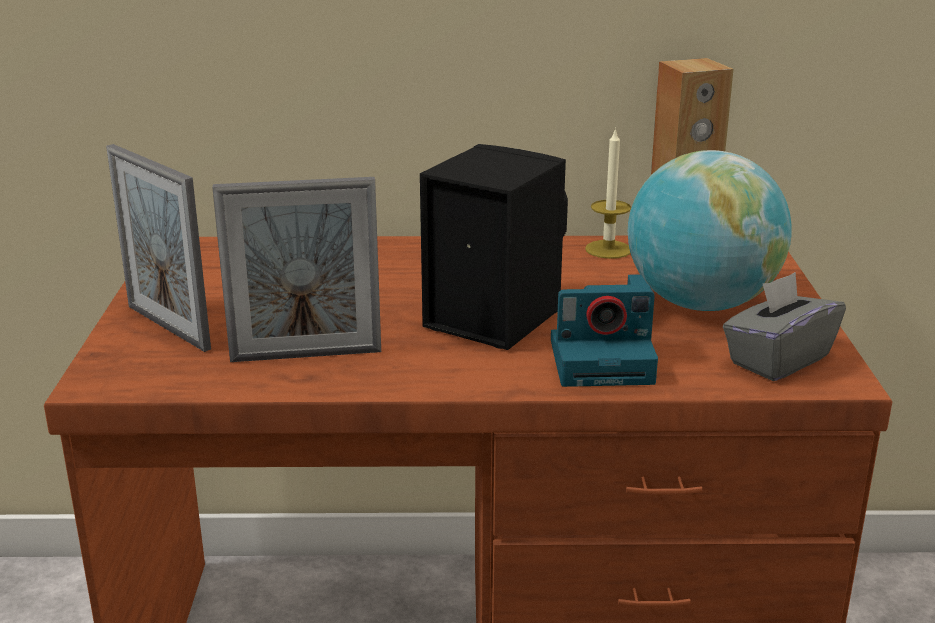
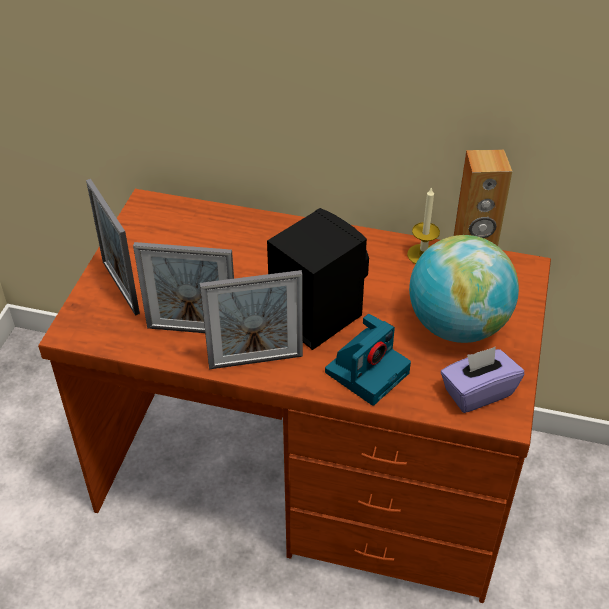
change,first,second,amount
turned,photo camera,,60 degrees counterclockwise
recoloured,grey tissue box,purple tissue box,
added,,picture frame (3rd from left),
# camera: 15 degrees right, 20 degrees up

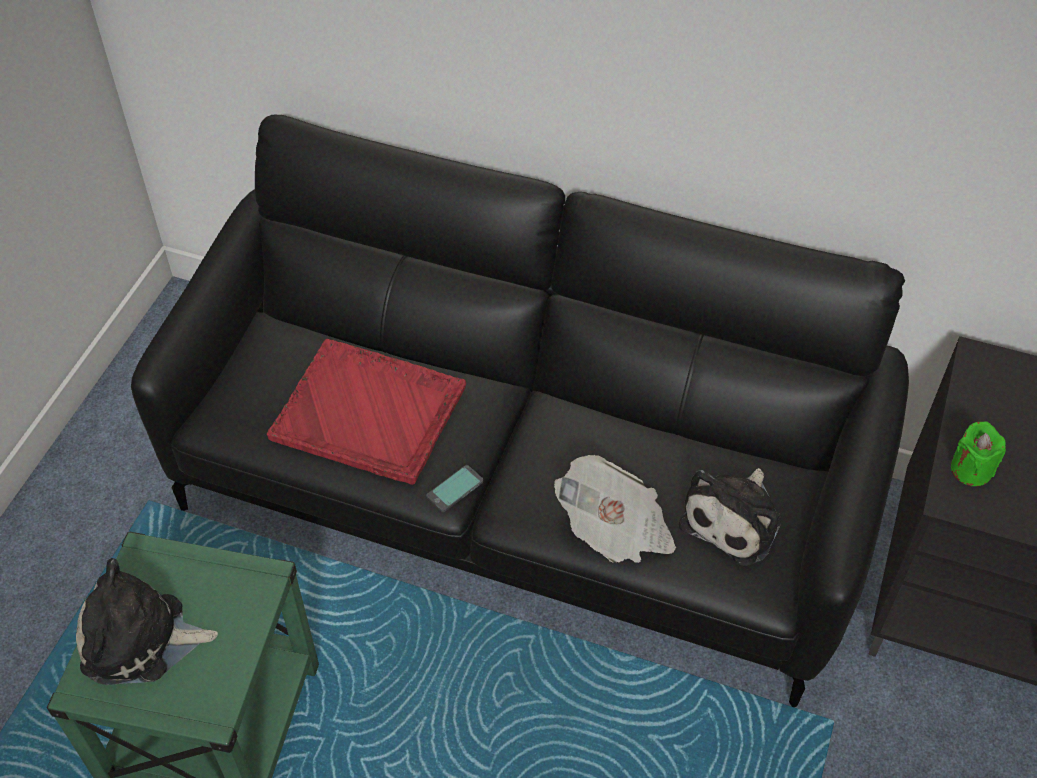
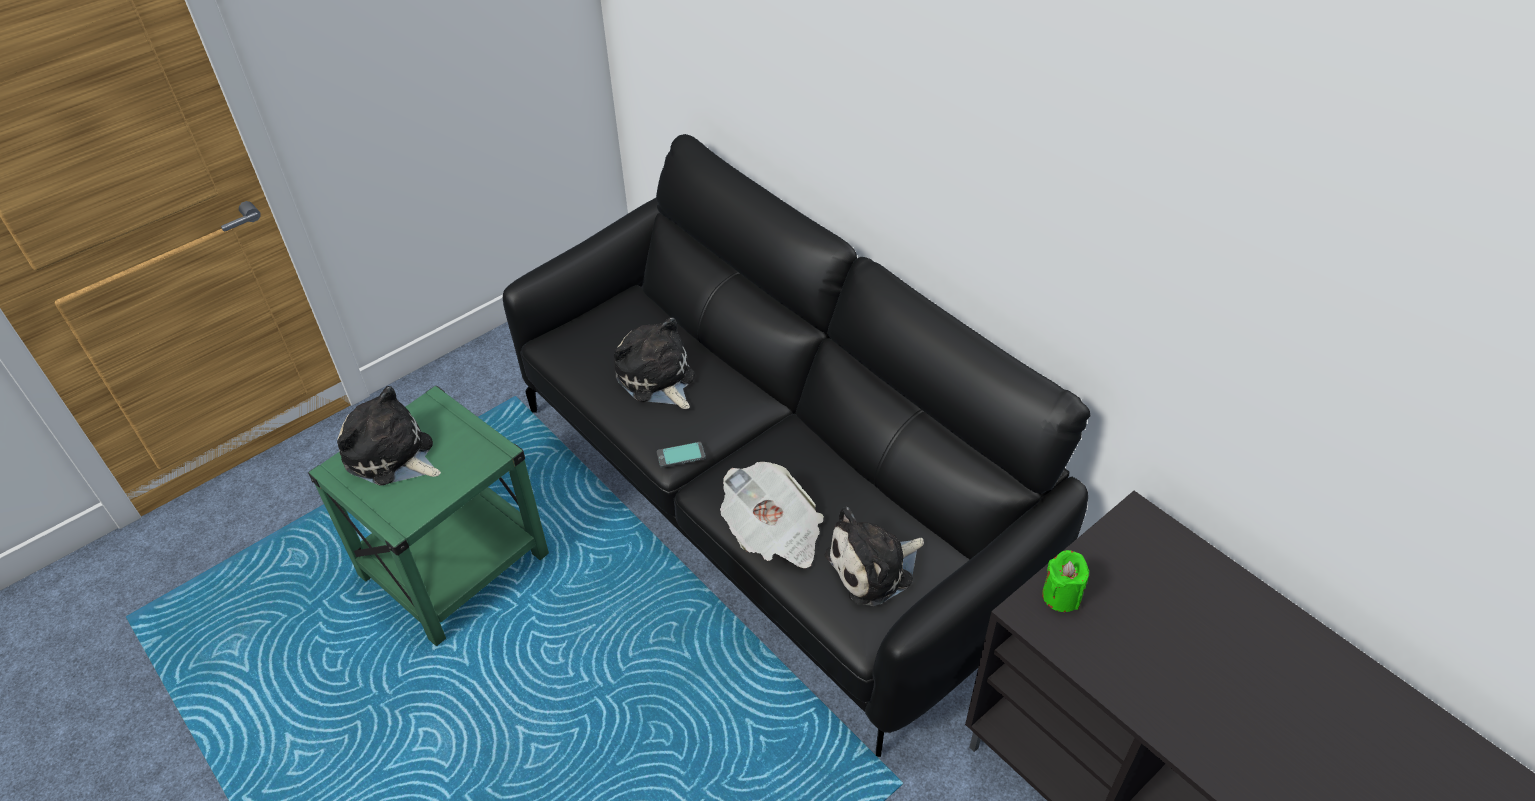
change,first,second,amount
replaced,red tray,plush toy (2nd from left),
# camera: 30 degrees right, 5 degrees down

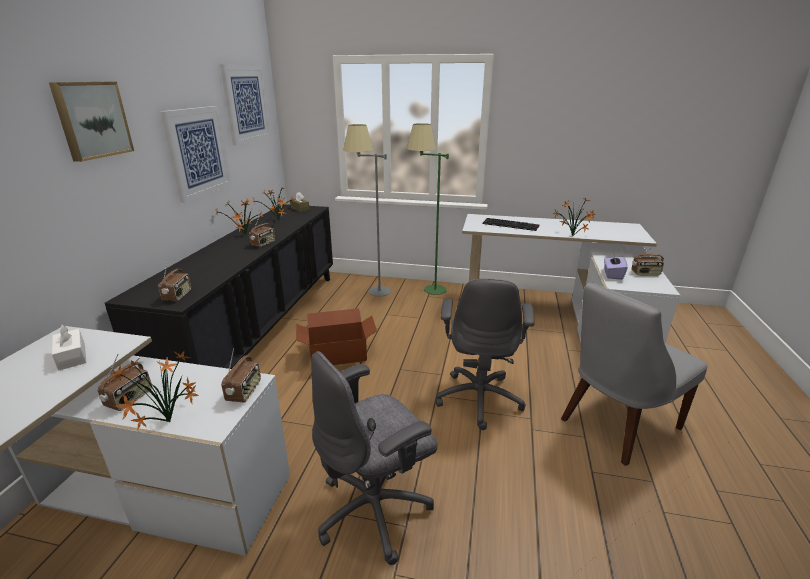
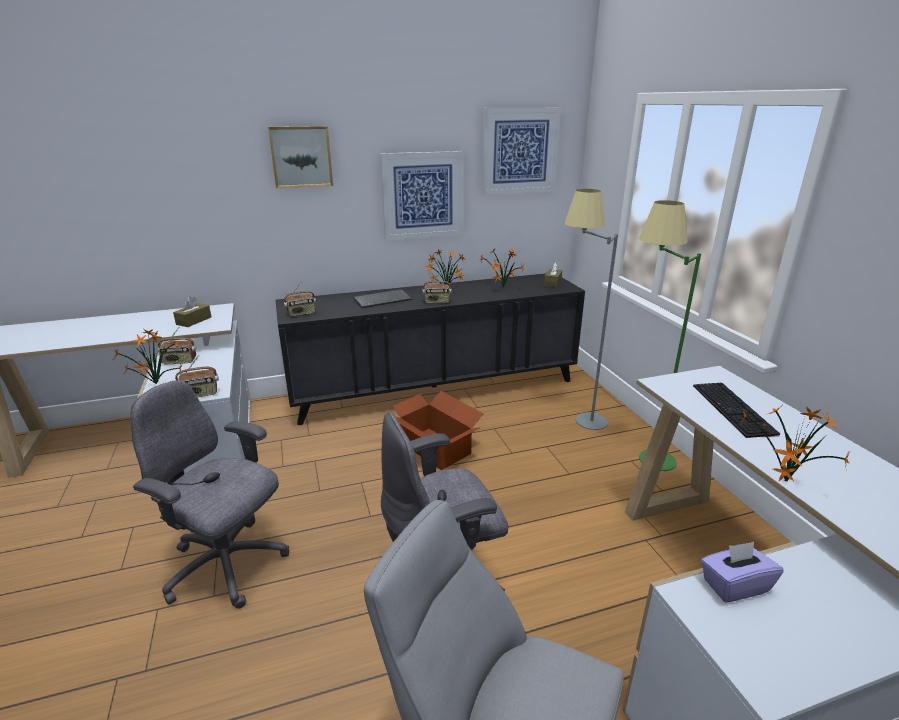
change,first,second,amount
recoloured,white tissue box,brown tissue box (1st from left),
removed,radio (5th from left),,
added,,keyboard (1st from left),
# camera: 60 degrees right, 0 degrees up

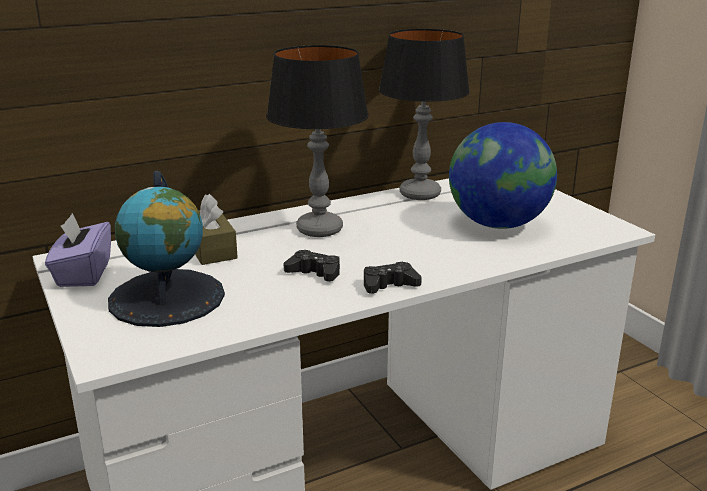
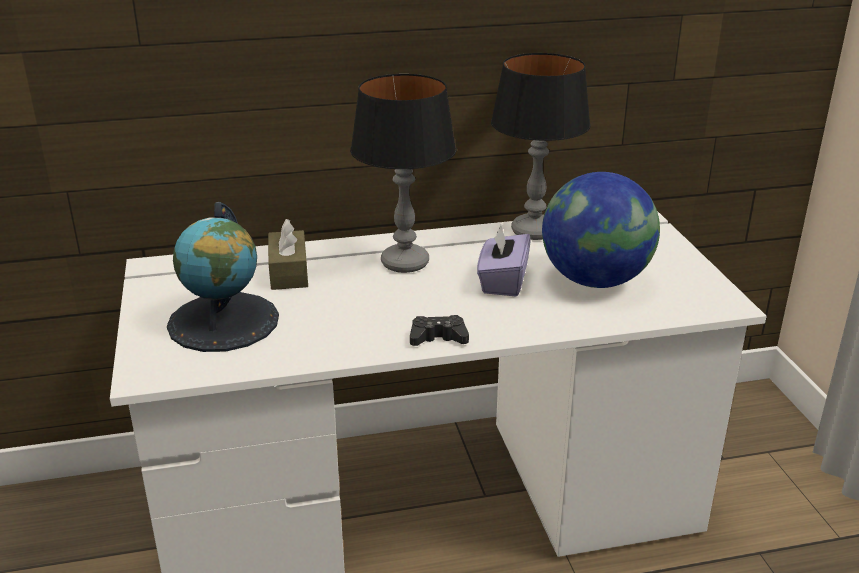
change,first,second,amount
moved,purple tissue box,,
removed,black game controller (1st from left),,
# camera: 15 degrees right, 5 degrees up

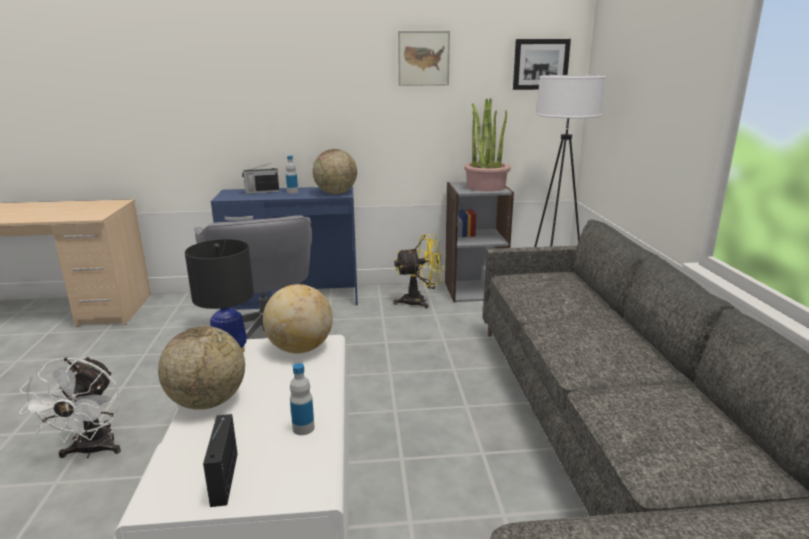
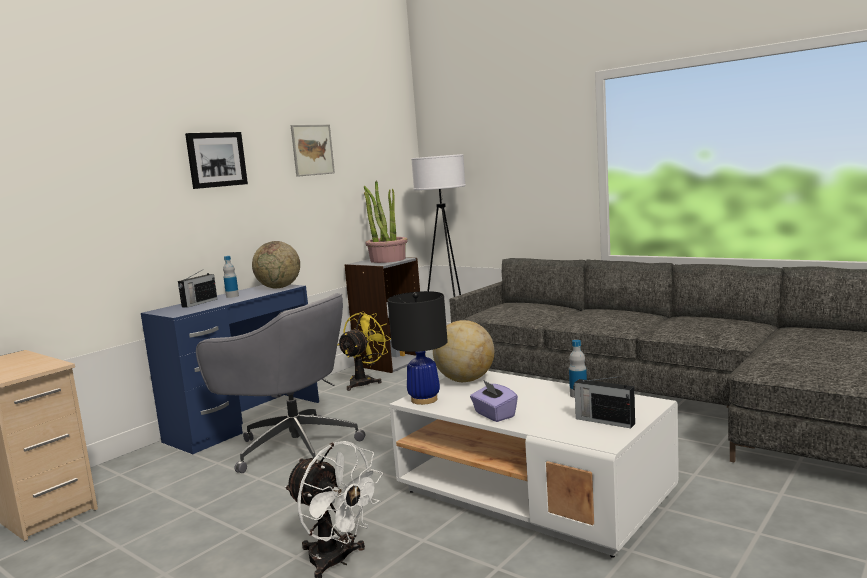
change,first,second,amount
replaced,globe (1st from left),purple tissue box,
moved,picture (2nd from left in the first image),picture (1st from left),
# camera: 45 degrees left, 10 degrees down

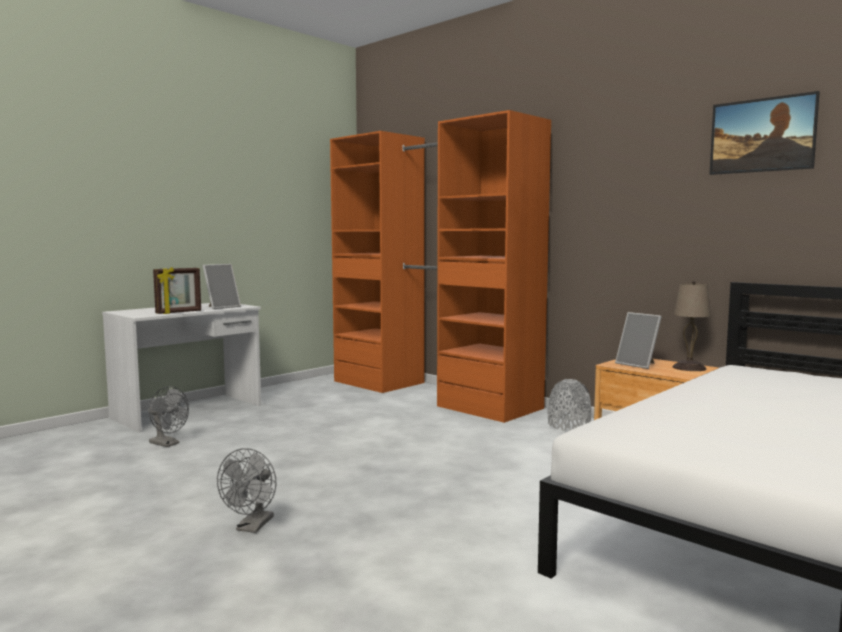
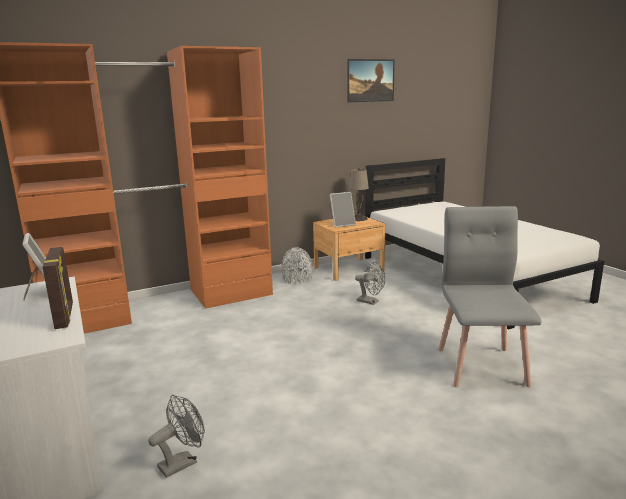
change,first,second,amount
moved,grey fan (2nd from left),,
added,,grey chair,
# camera: 70 degrees left, 10 degrees up

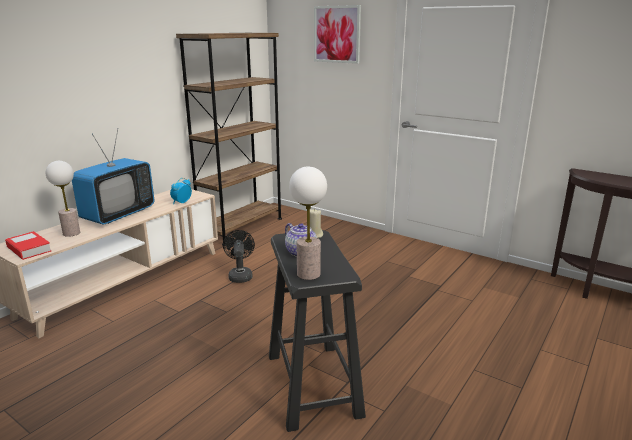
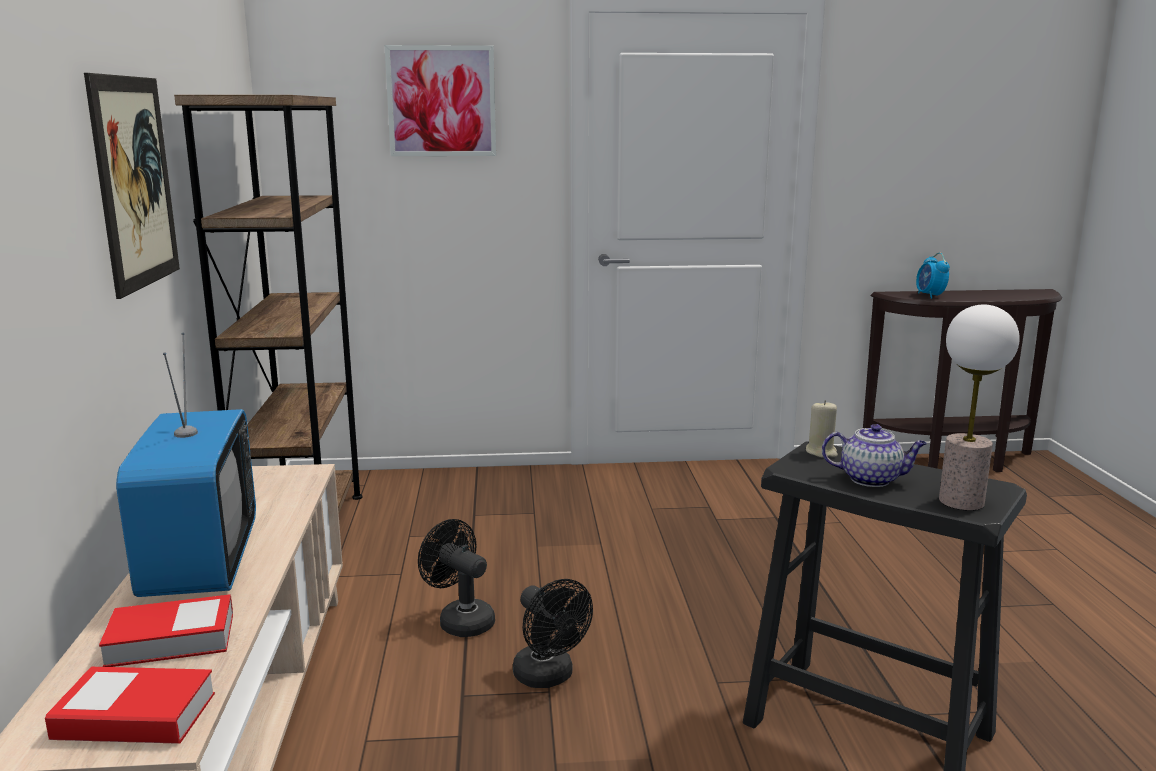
change,first,second,amount
replaced,table lamp (1st from left),book (2nd from left),
moved,alarm clock,,
added,,picture (1st from left),
added,,black fan (2nd from left),
# camera: 40 degrees left, 5 degrees down

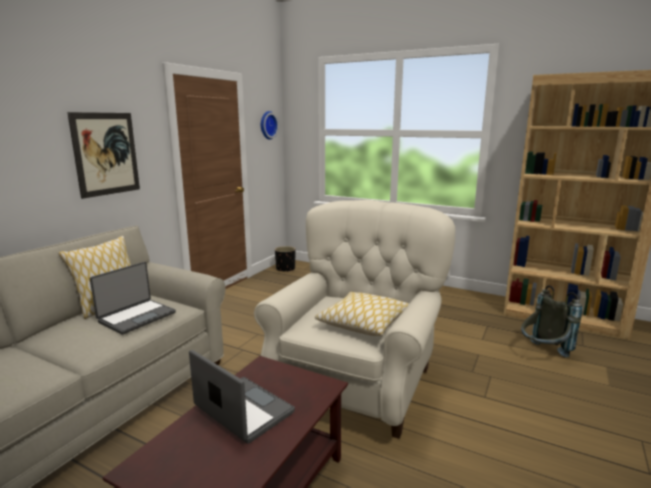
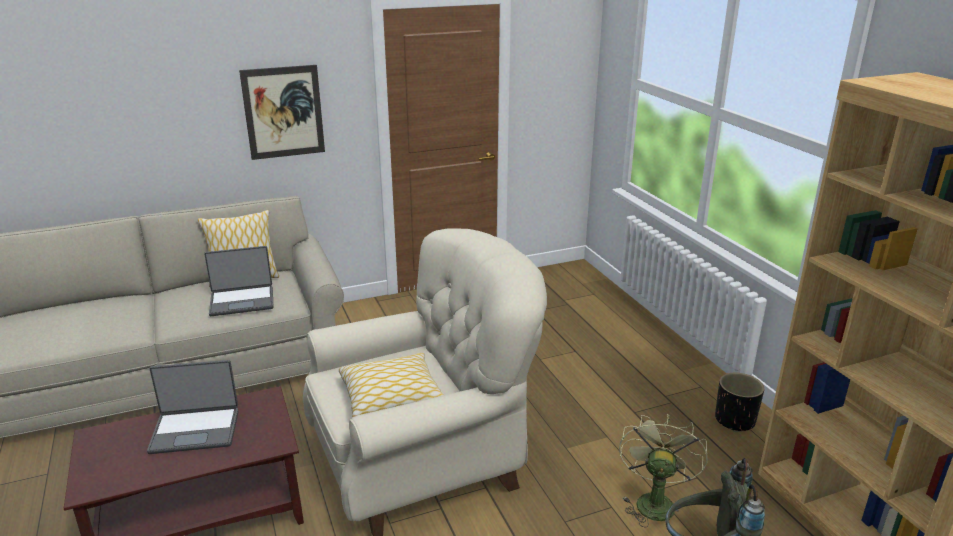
change,first,second,amount
turned,laptop (2nd from left in the first image),laptop (1st from left),90 degrees clockwise
removed,wall clock,,
moved,black planter,,
added,,green fan,
# camera: 40 degrees right, 10 degrees up

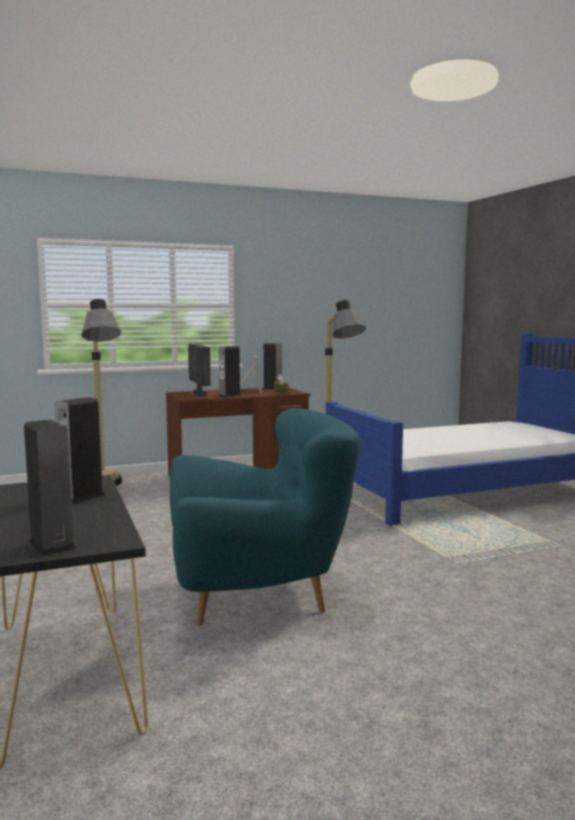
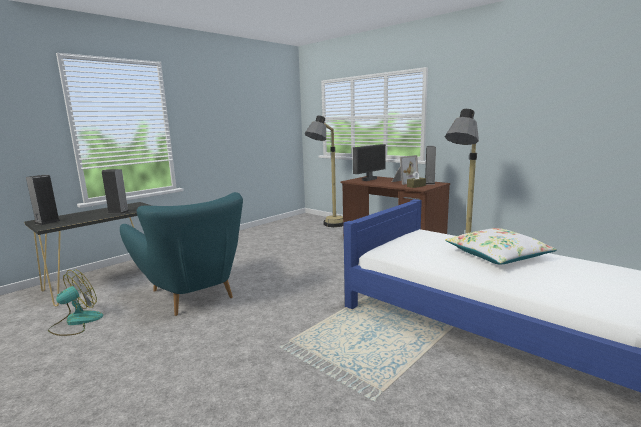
change,first,second,amount
removed,speaker (3rd from left),,
added,,fan,
added,,white pillow,
# camera: 65 degrees right, 5 degrees up

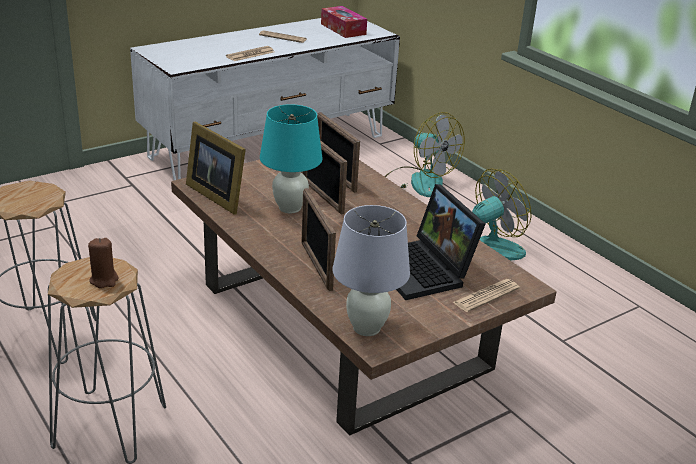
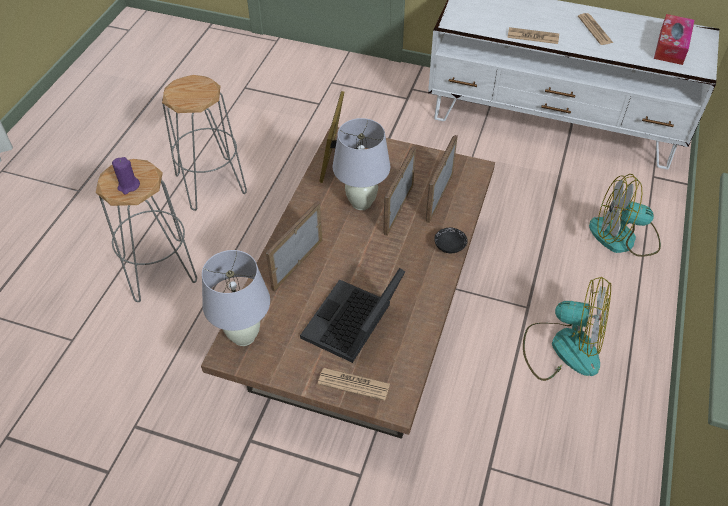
change,first,second,amount
recoloured,brown candle,purple candle,
recoloured,turquoise table lamp,white table lamp (2nd from left),
turned,fan (1st from left in the first image),fan (2nd from left),90 degrees clockwise
added,,black bowl,
# camera: 55 degrees right, 20 degrees up

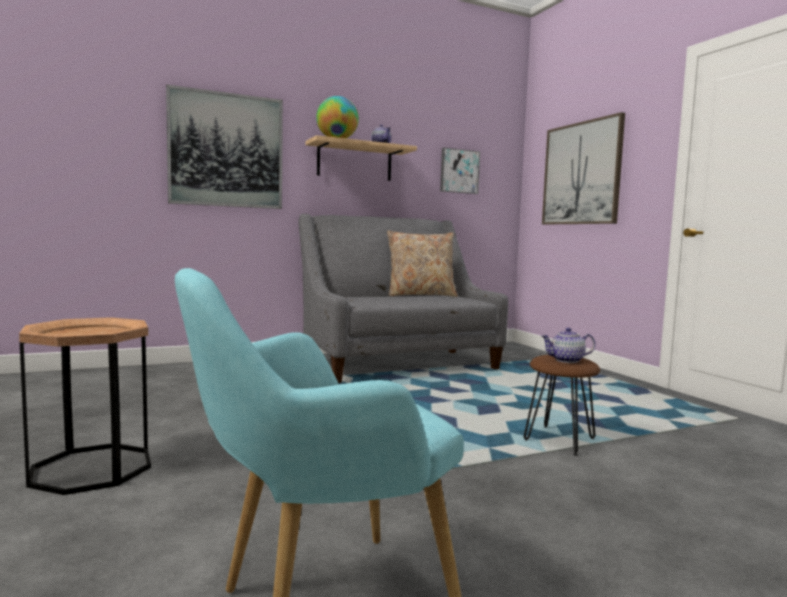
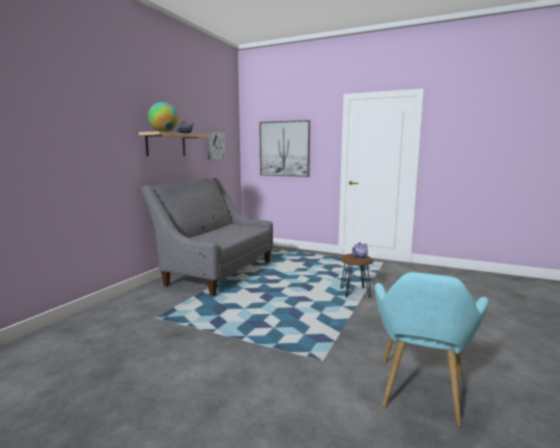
change,first,second,amount
removed,brown side table,,
removed,picture (1st from left),,
removed,beige pillow,,
# camera: 40 degrees left, 5 degrees up

